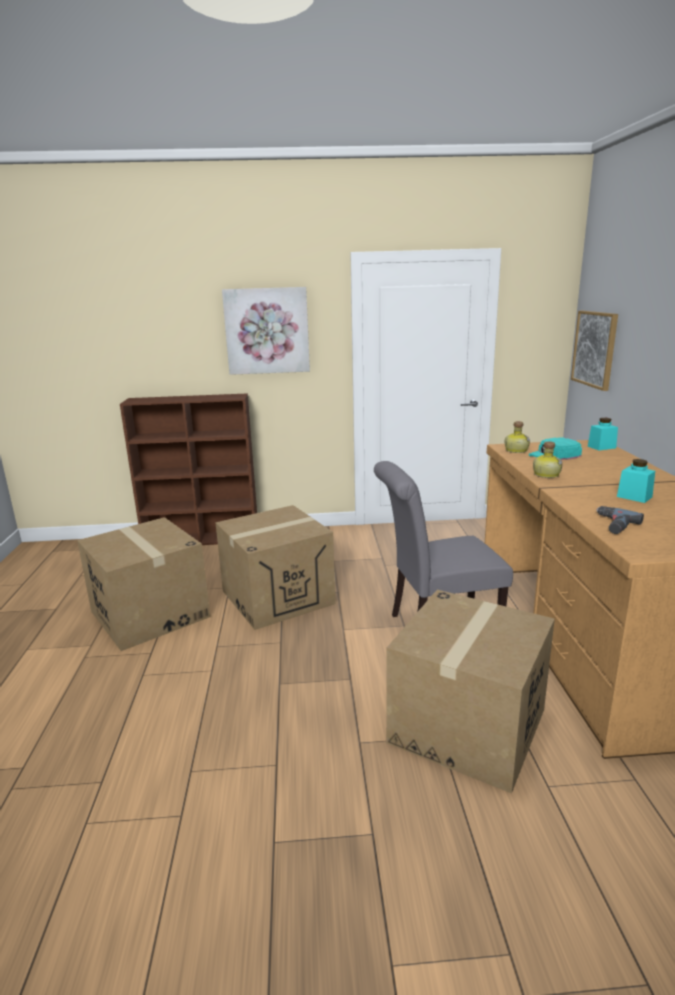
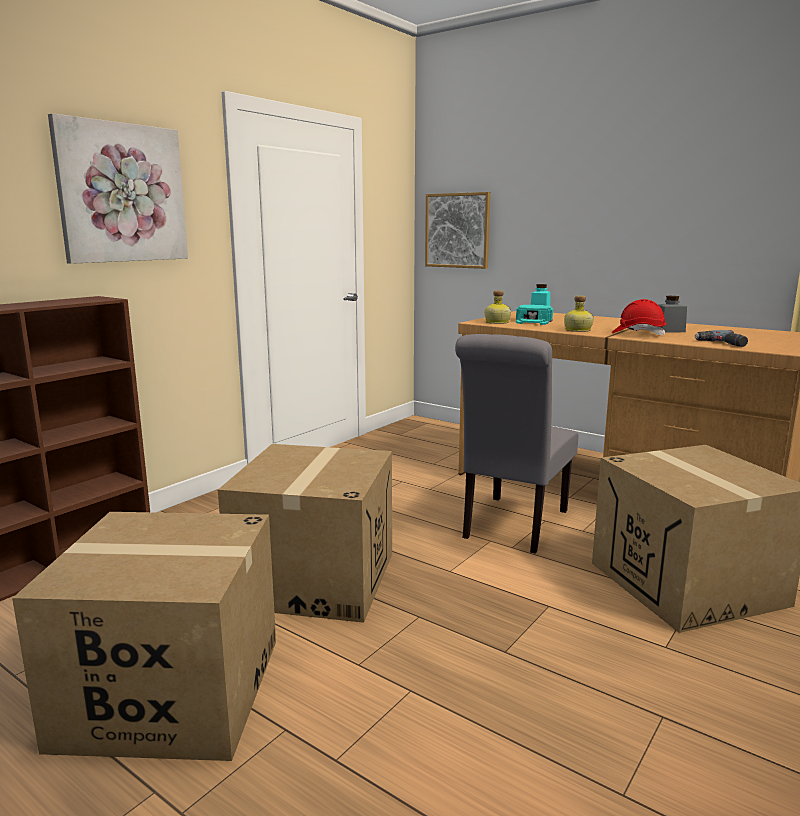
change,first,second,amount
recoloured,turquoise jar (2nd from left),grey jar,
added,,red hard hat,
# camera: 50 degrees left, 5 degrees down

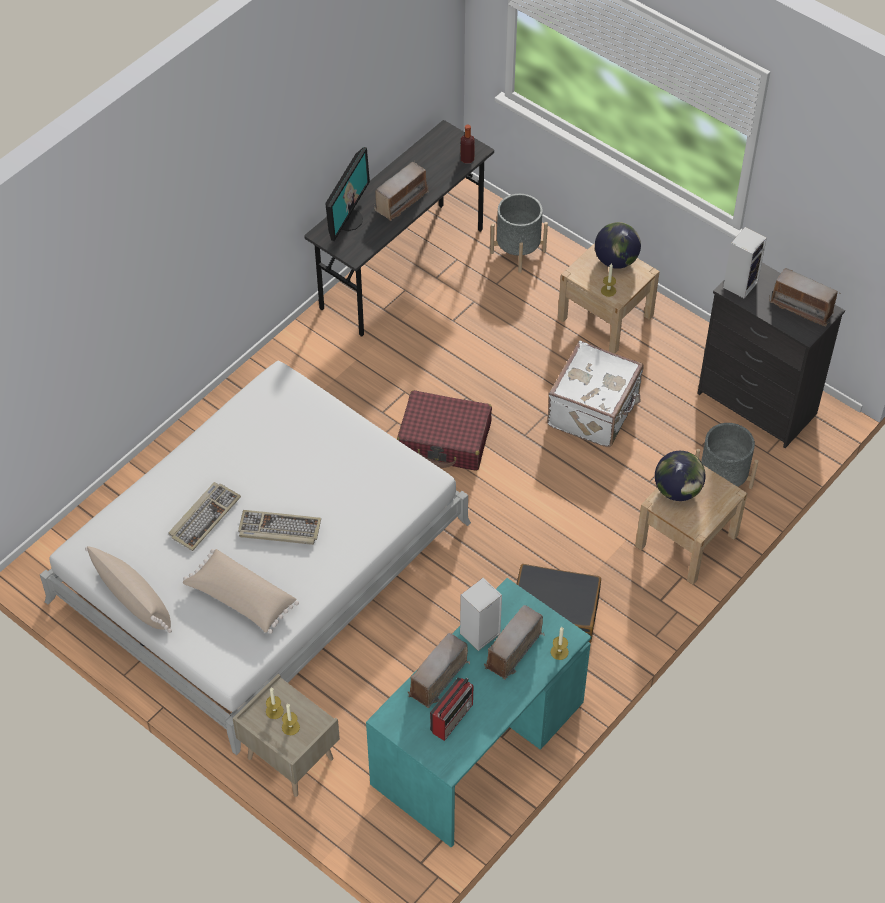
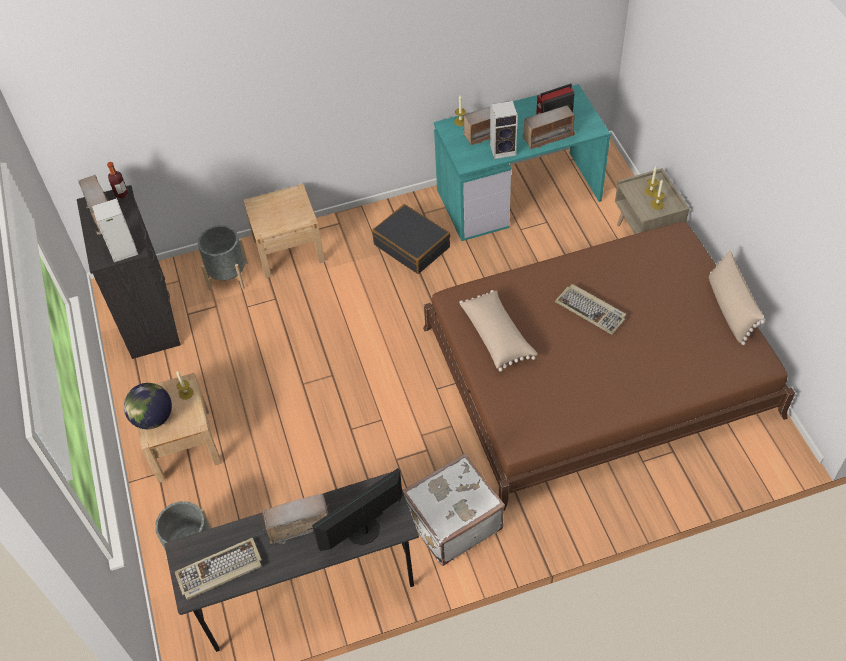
change,first,second,amount
recoloured,white bed,brown bed,
moved,keyboard (1st from left),,
moved,beige pillow (2nd from left in the first image),beige pillow (1st from left),
removed,red suitcase,,
moved,bottle,,
moved,white suitcase,,
removed,globe (2nd from left),,
# camera: 145 degrees left, 0 degrees up

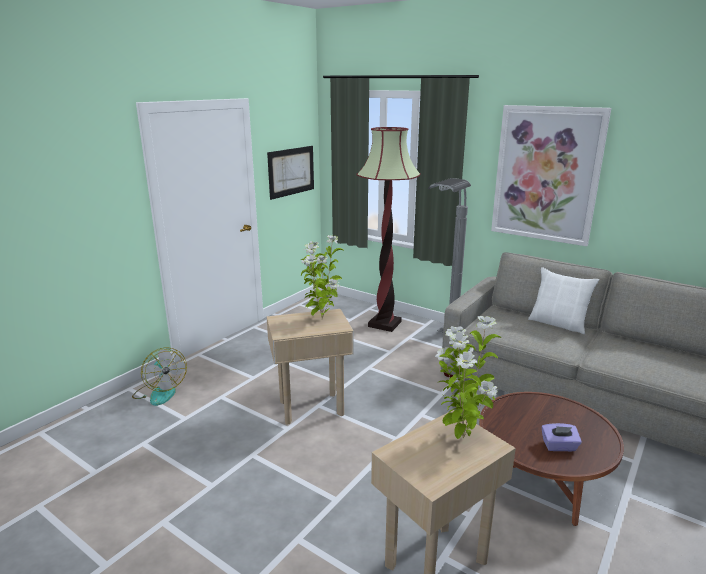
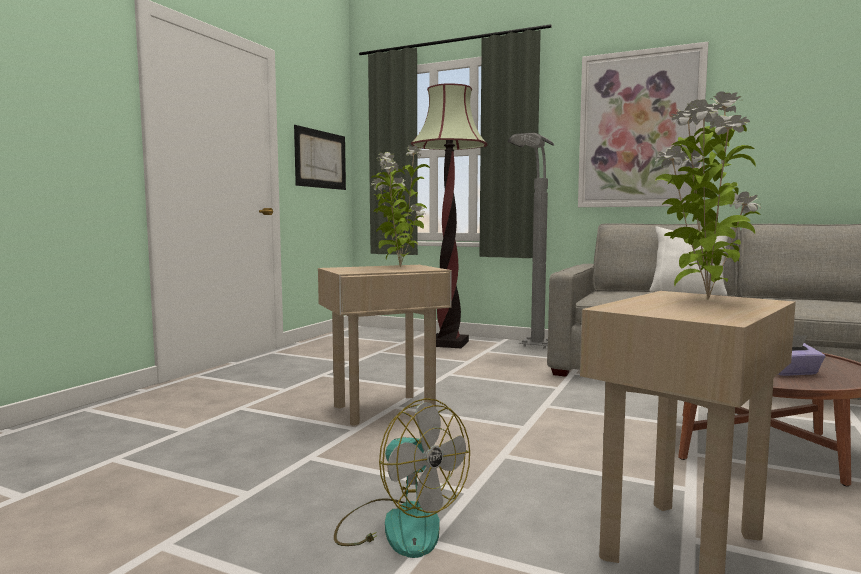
change,first,second,amount
moved,fan,,
# camera: 10 degrees left, 15 degrees down

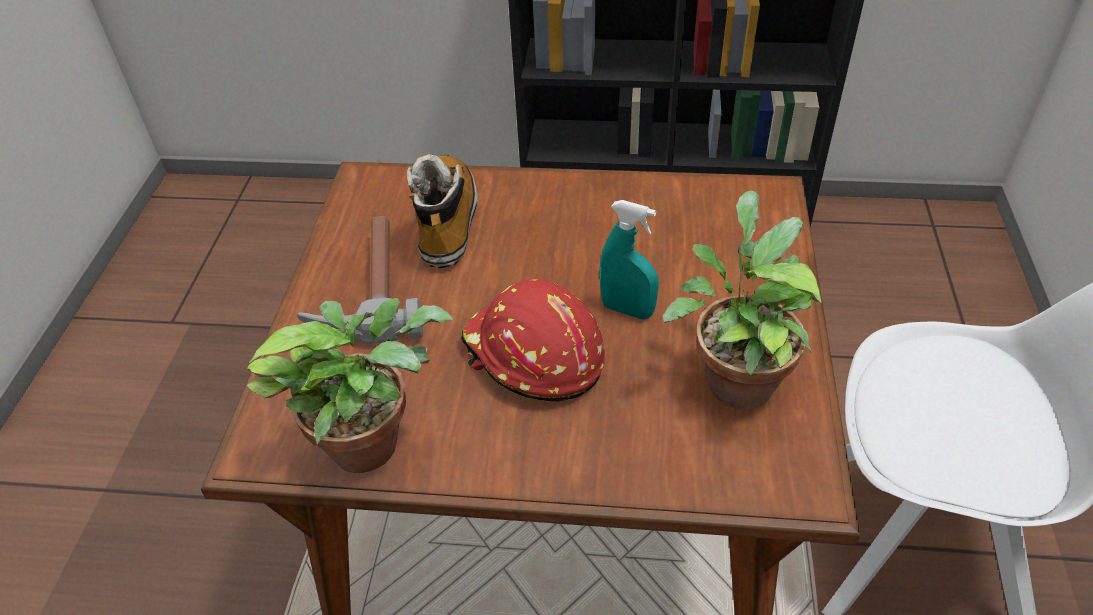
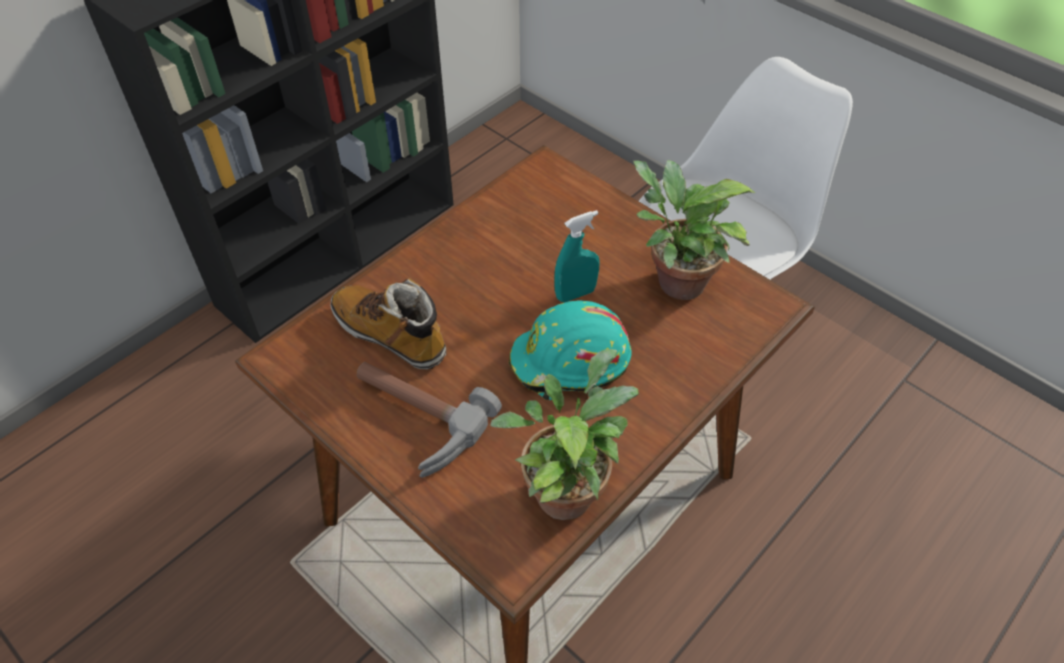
change,first,second,amount
recoloured,red hard hat,turquoise hard hat,
# camera: 55 degrees left, 5 degrees up

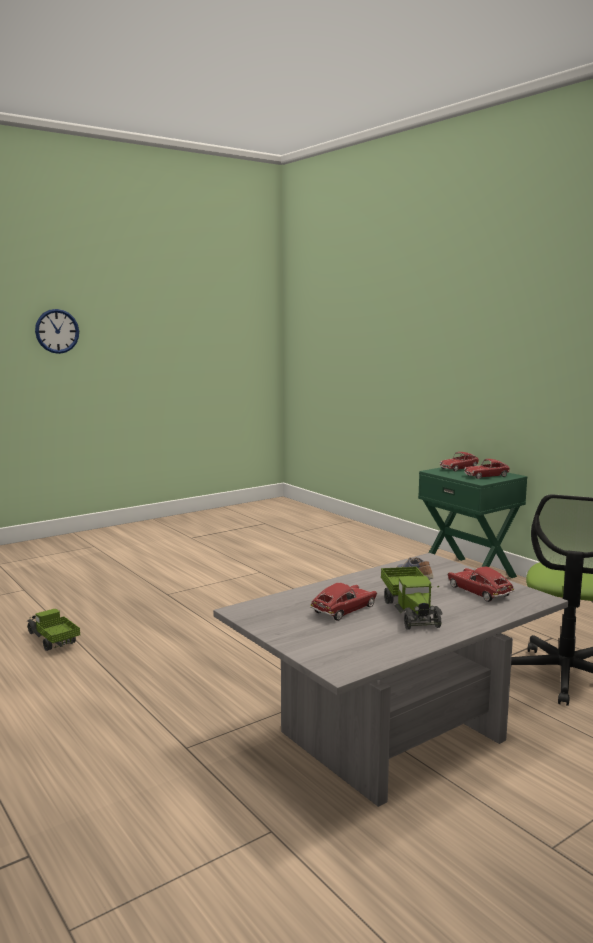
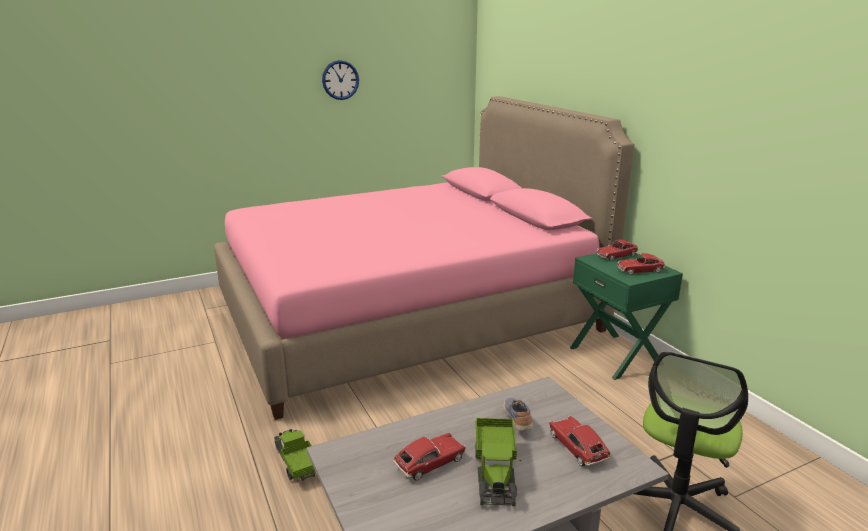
change,first,second,amount
moved,toy truck (1st from left),,
moved,wall clock,,
added,,pink bed,
# camera: 10 degrees right, 10 degrees up

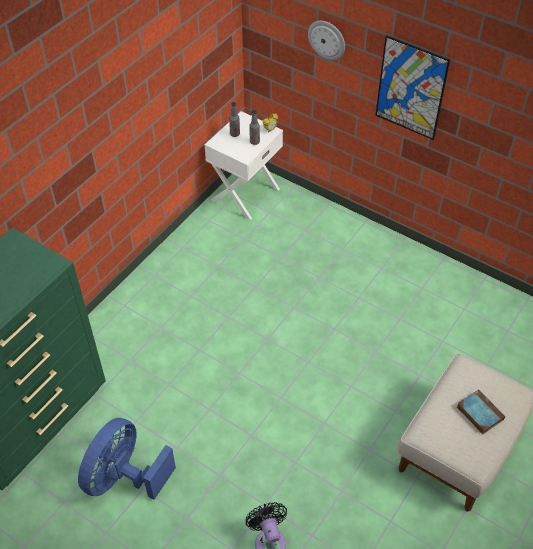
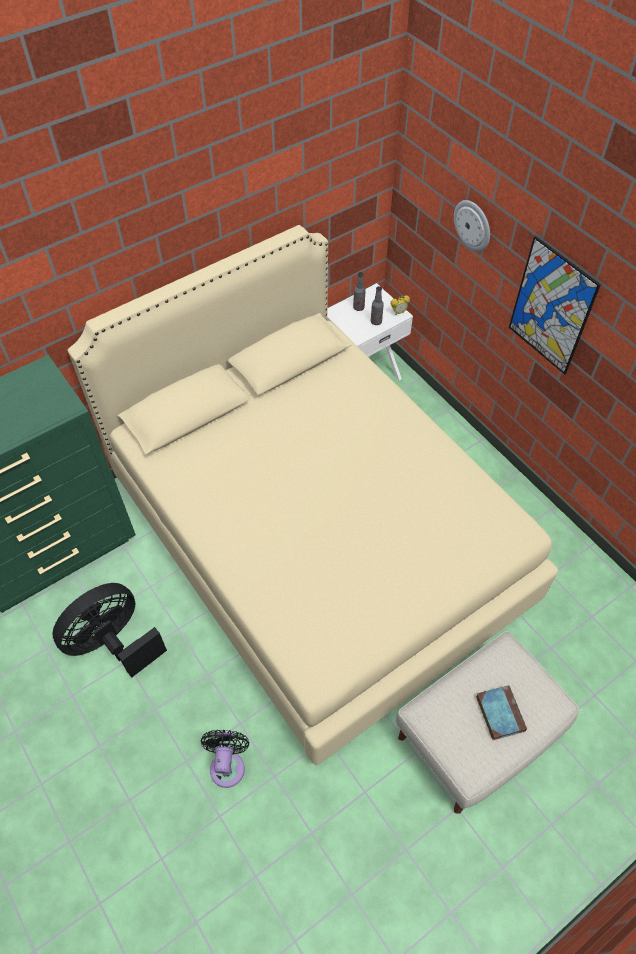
change,first,second,amount
recoloured,blue fan,black fan (1st from left),
added,,beige bed,
# camera: 20 degrees right, 5 degrees up

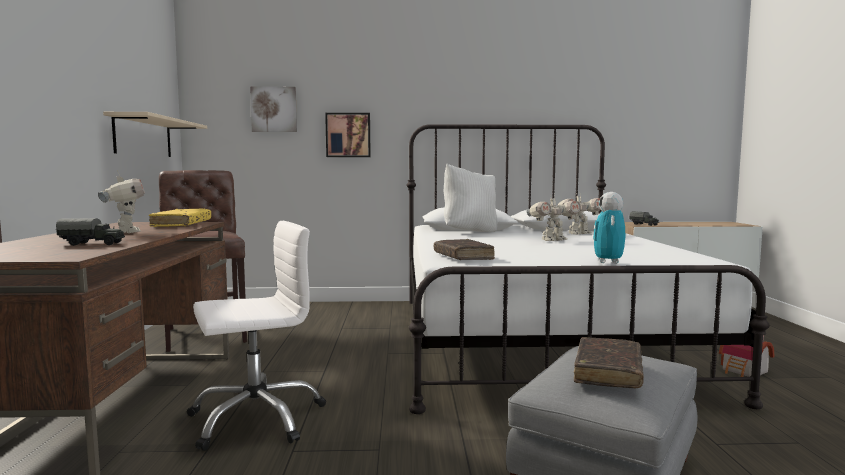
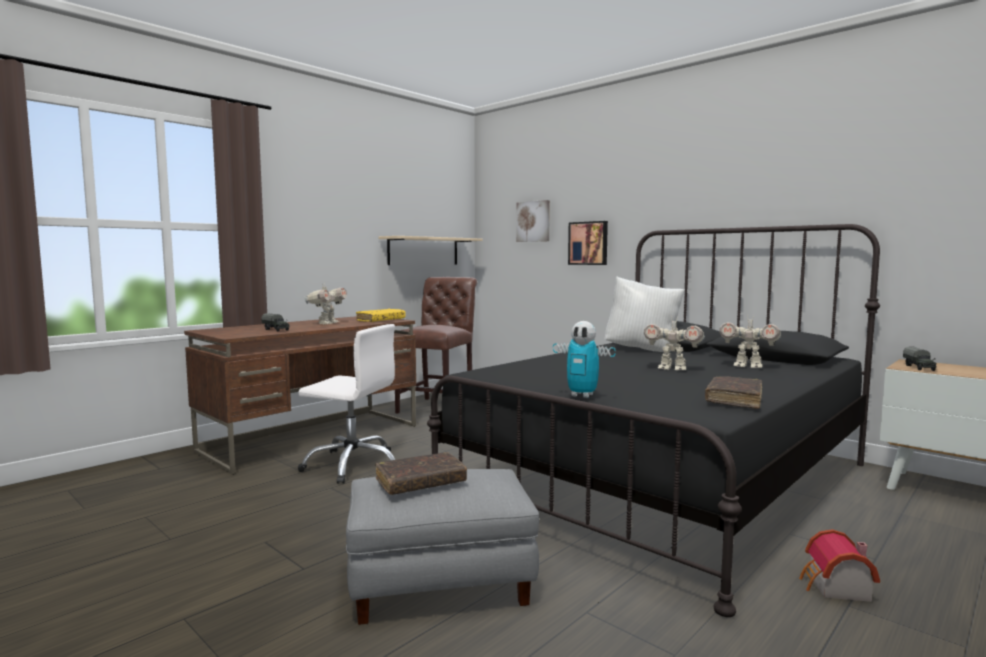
change,first,second,amount
recoloured,white bed,black bed,
moved,brown book (1st from left in the first image),brown book (2nd from left),
turned,toy robot (4th from left in the first image),toy robot (2nd from left),120 degrees counterclockwise
# camera: 45 degrees right, 0 degrees up

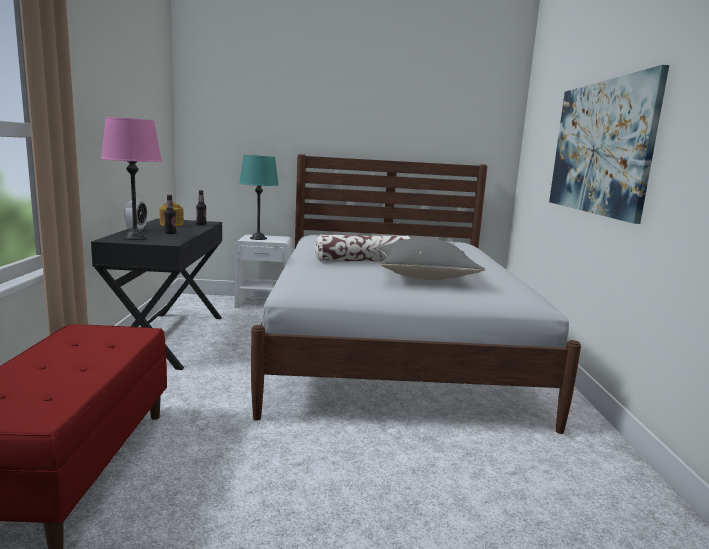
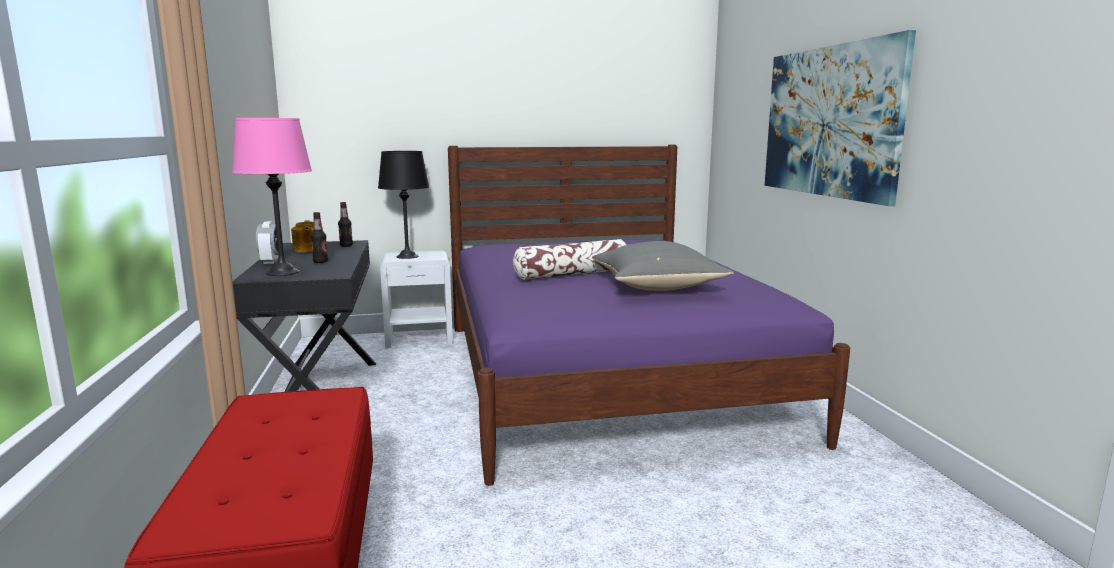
change,first,second,amount
recoloured,turquoise table lamp,black table lamp,
recoloured,white bed,purple bed,
# camera: 10 degrees left, 0 degrees up

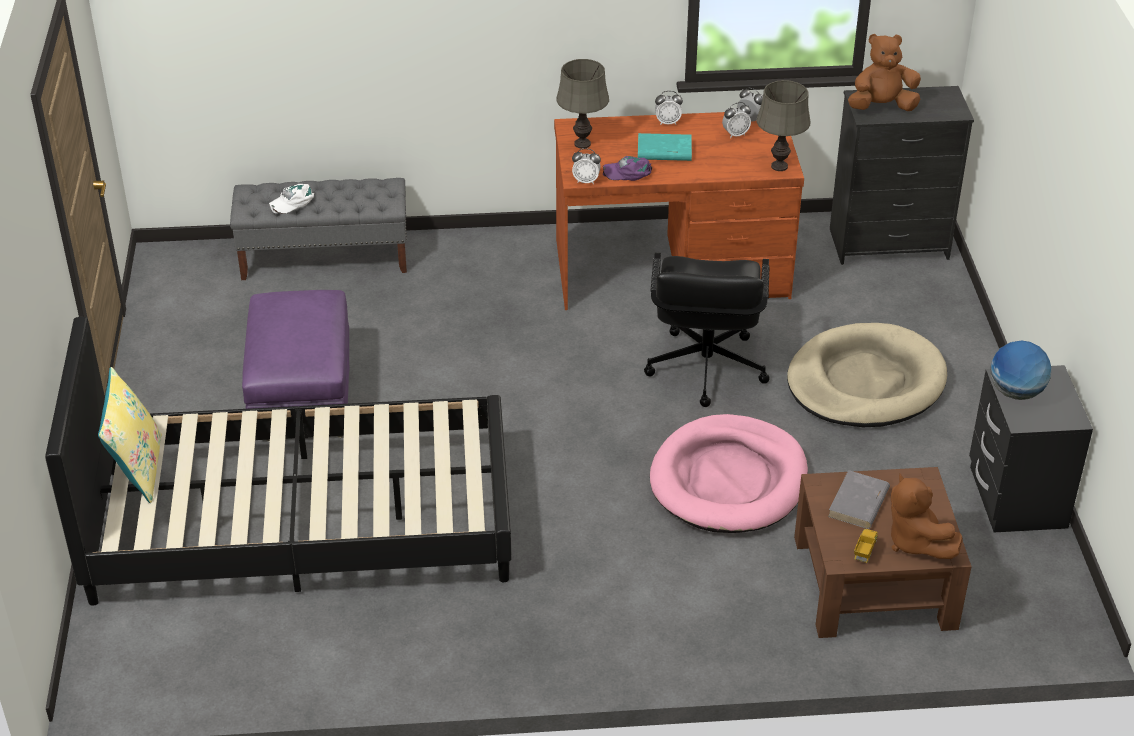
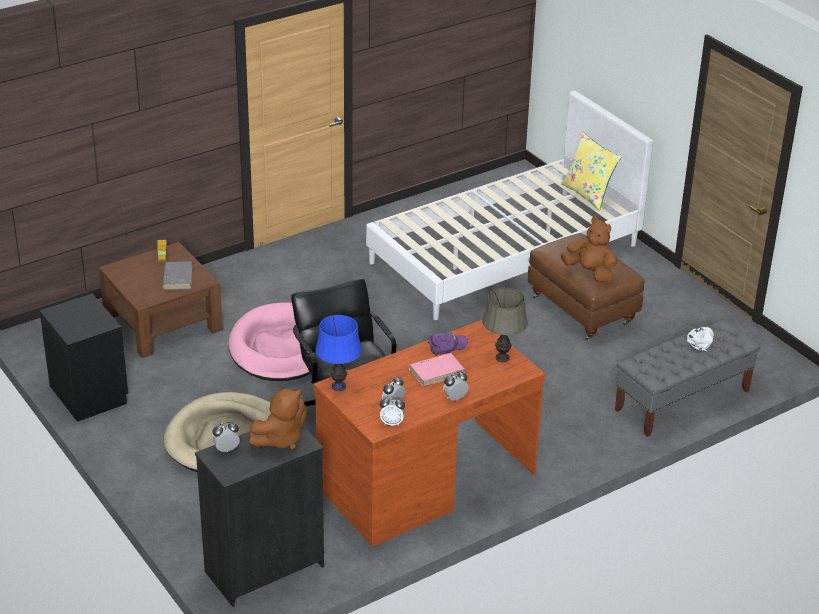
change,first,second,amount
recoloured,black bed,white bed,
recoloured,purple ottoman,brown ottoman,
moved,alarm clock (1st from left),,
recoloured,turquoise book,pink book,
recoloured,grey table lamp (2nd from left),blue table lamp,
moved,brown plush toy (2nd from left),,
removed,globe,,
# camera: 150 degrees right, 5 degrees down

